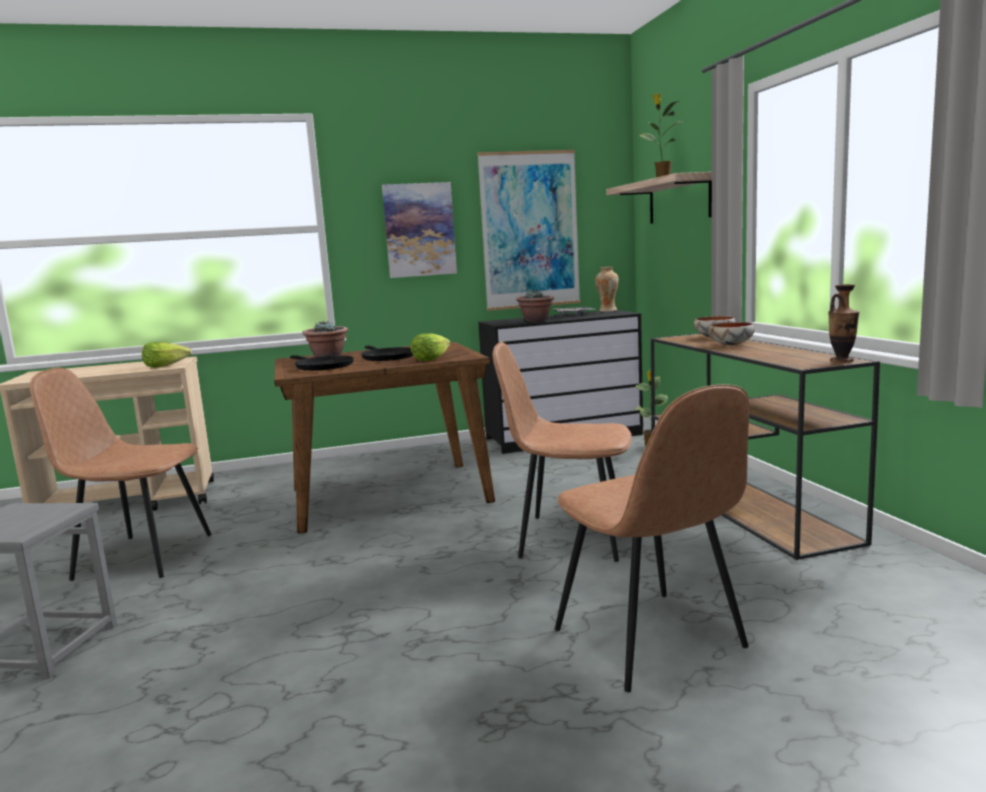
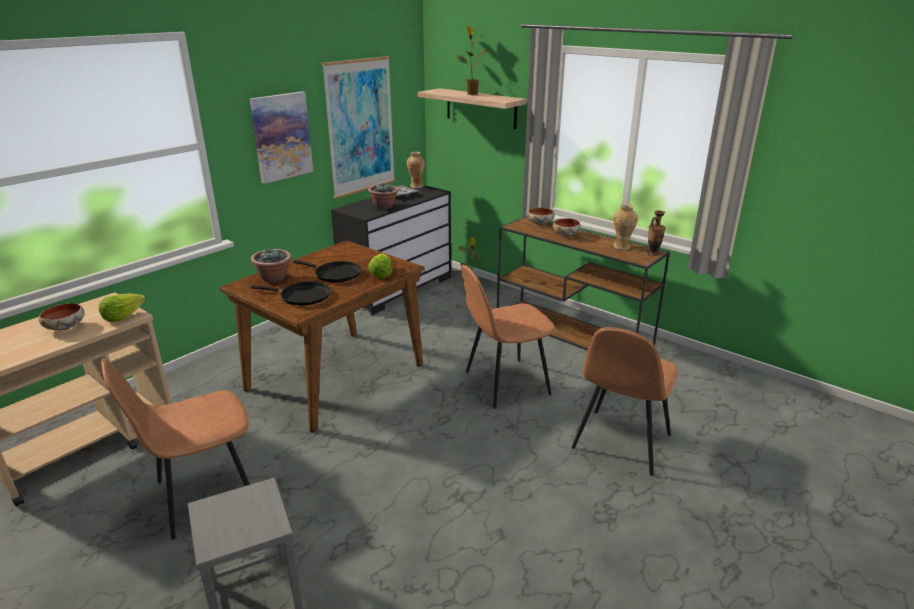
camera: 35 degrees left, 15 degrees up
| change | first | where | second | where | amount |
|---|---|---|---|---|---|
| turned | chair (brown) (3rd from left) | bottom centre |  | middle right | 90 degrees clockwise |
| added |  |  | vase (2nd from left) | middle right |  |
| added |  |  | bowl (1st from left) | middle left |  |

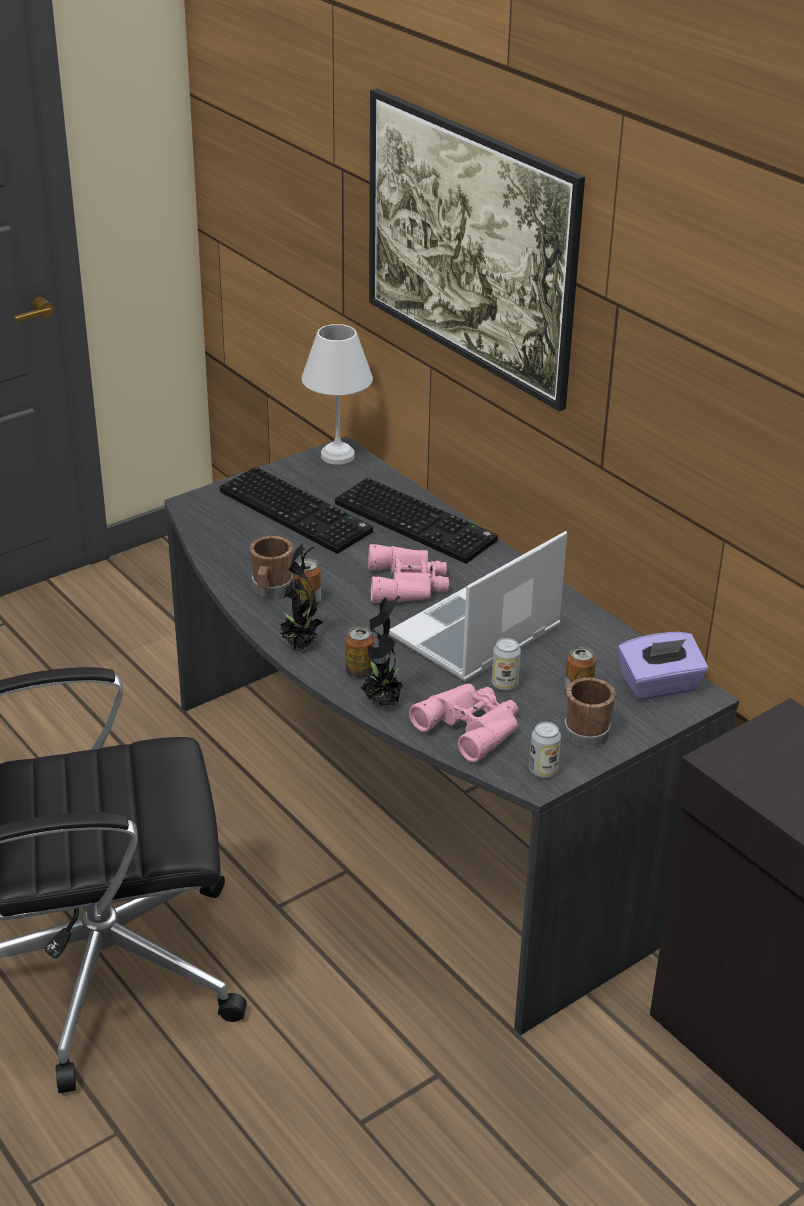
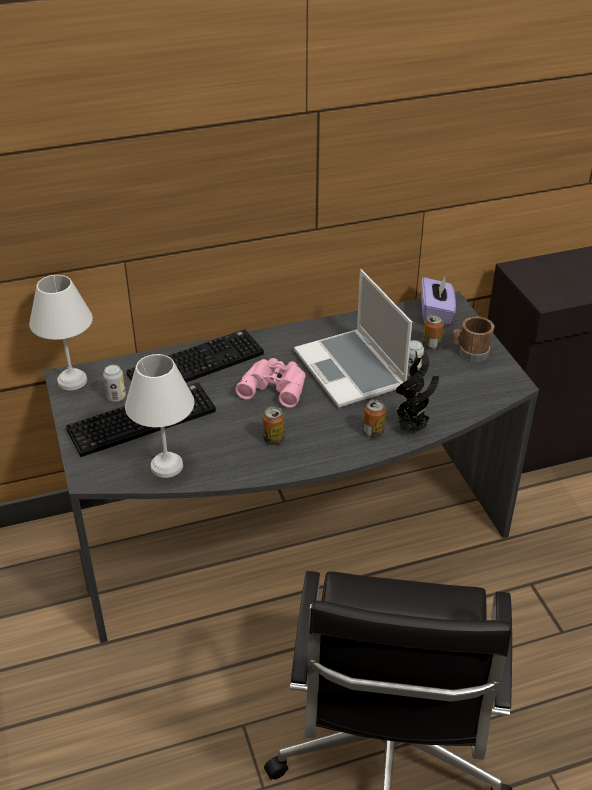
camera: 70 degrees left, 5 degrees up
| change | first | where | second | where | amount |
|---|---|---|---|---|---|
| removed | picture | top centre |  |  |  |
| removed | mug (brown) (1st from left) | centre |  |  |  |
| removed | potted plant (1st from left) | centre |  |  |  |
| removed | binoculars (pink) (2nd from left) | centre |  |  |  |
| moved | can (4th from left in the first image) | middle right | can (1st from left) | middle left |  |
| added |  |  | table lamp (white) (2nd from left) | middle left |  |

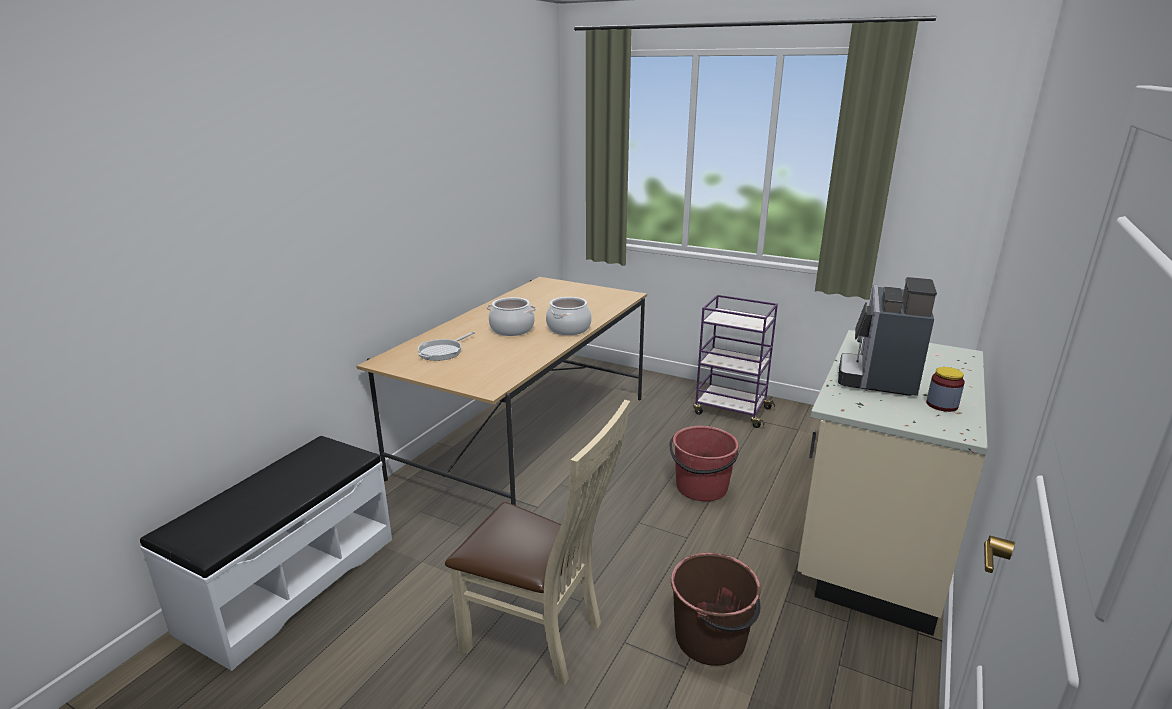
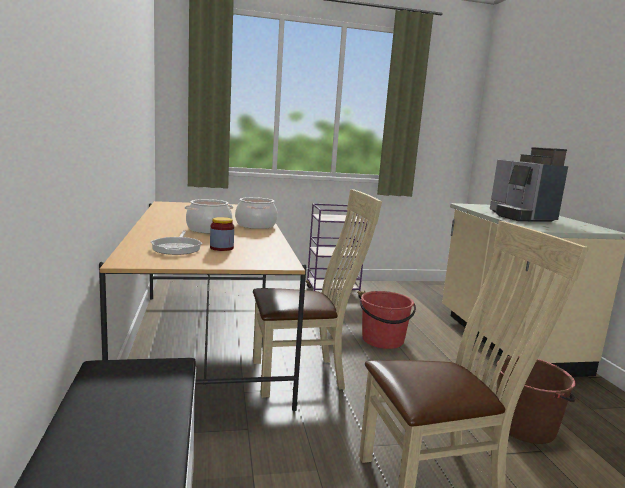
camera: 40 degrees left, 10 degrees down
| change | first | where | second | where | amount |
|---|---|---|---|---|---|
| moved | jar | middle right |  | centre |  |
| added |  |  | chair (beige) (1st from left) | centre |  |

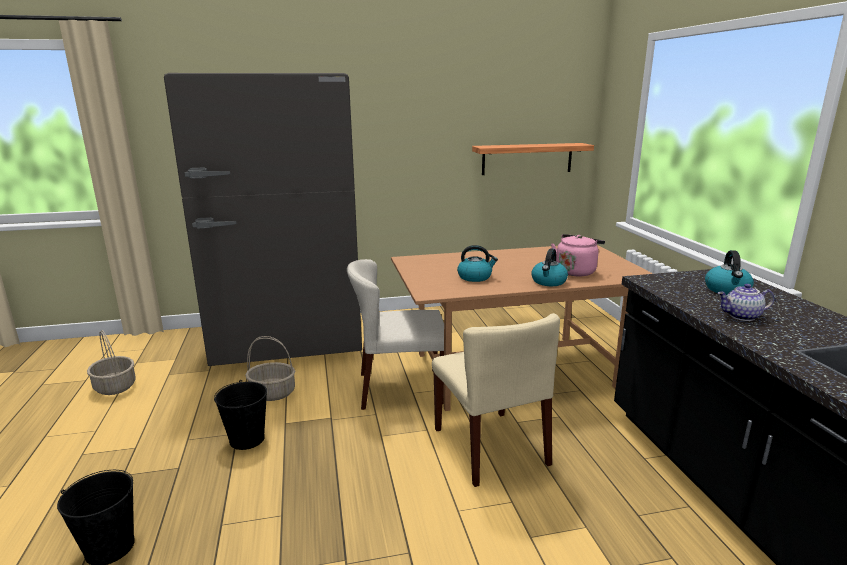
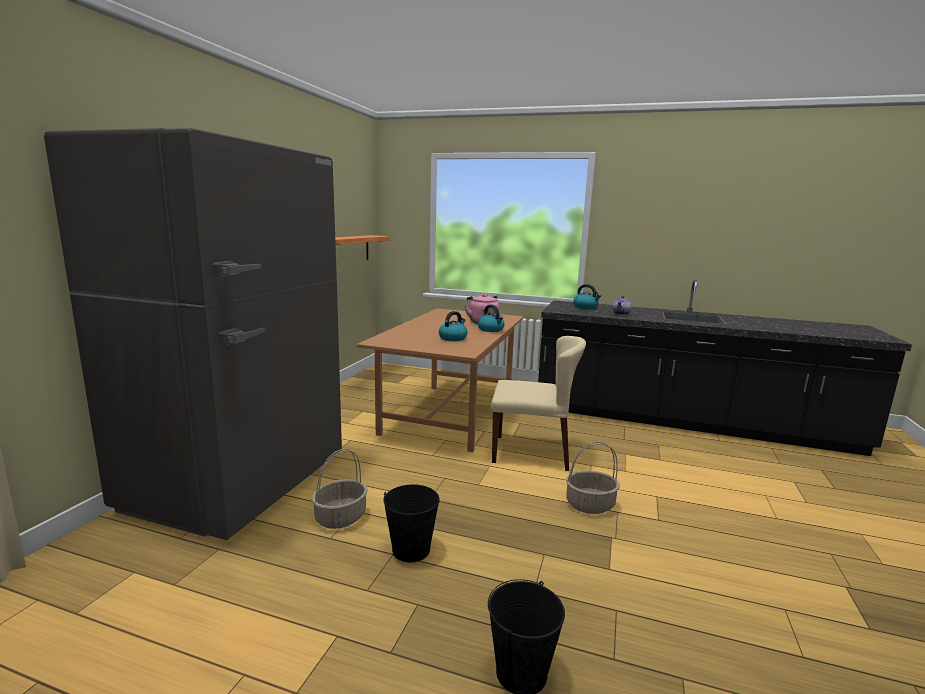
camera: 60 degrees left, 5 degrees down
| change | first | where | second | where | amount |
|---|---|---|---|---|---|
| removed | chair (beige) (1st from left) | centre |  |  |  |
| moved | basket (1st from left in the first image) | middle left | basket (2nd from left) | bottom centre |  |

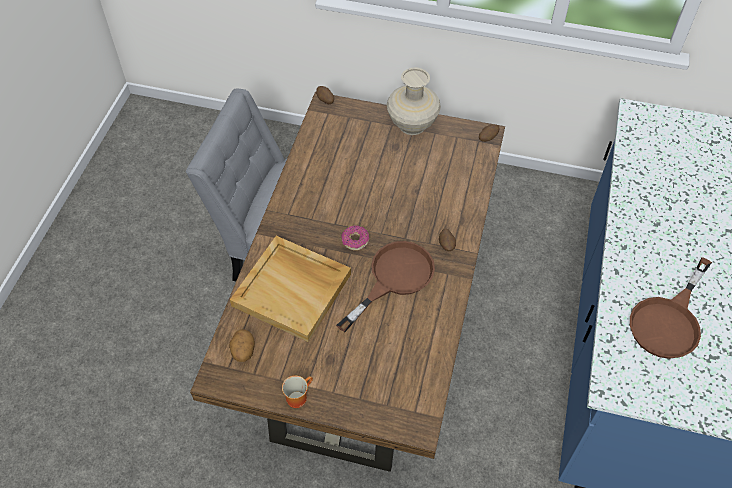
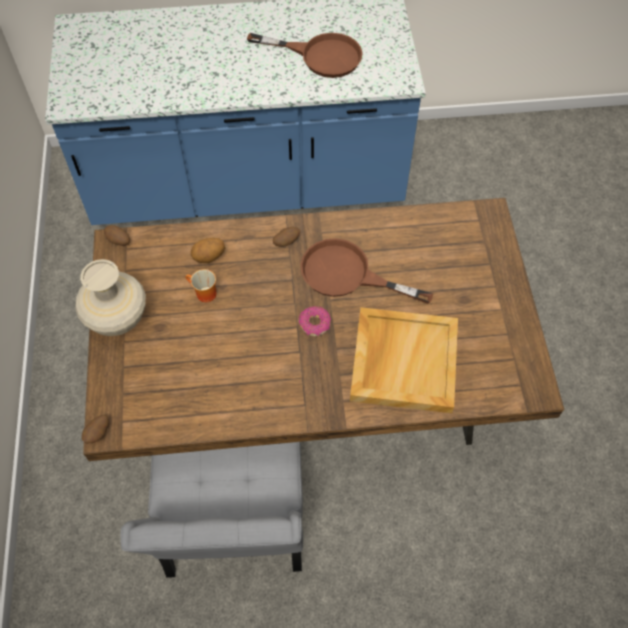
camera: 110 degrees left, 5 degrees up
| change | first | where | second | where | amount |
|---|---|---|---|---|---|
| moved | potato (1st from left in the first image) | bottom left | potato (3rd from left) | middle left |  |
| moved | mug | bottom centre |  | middle left |  |

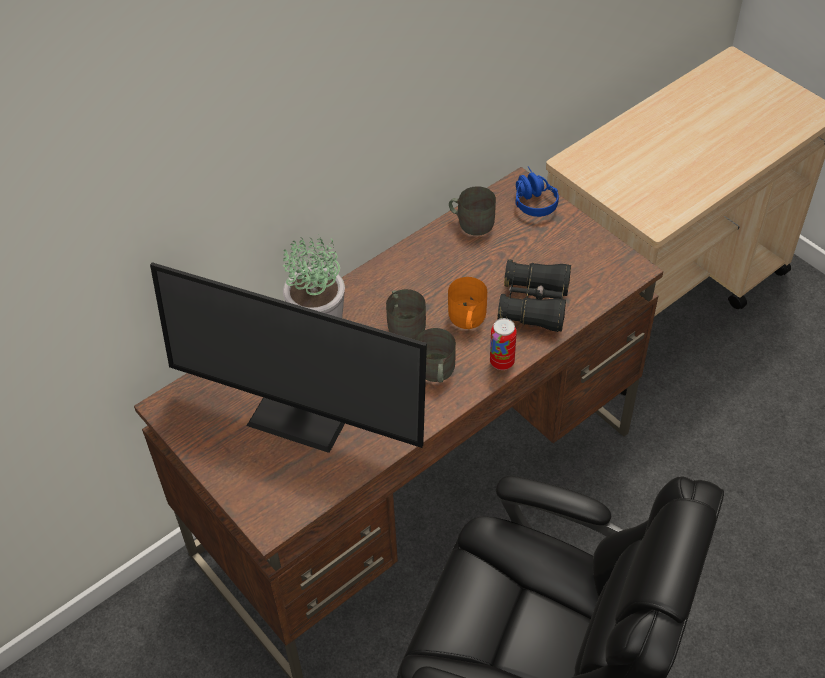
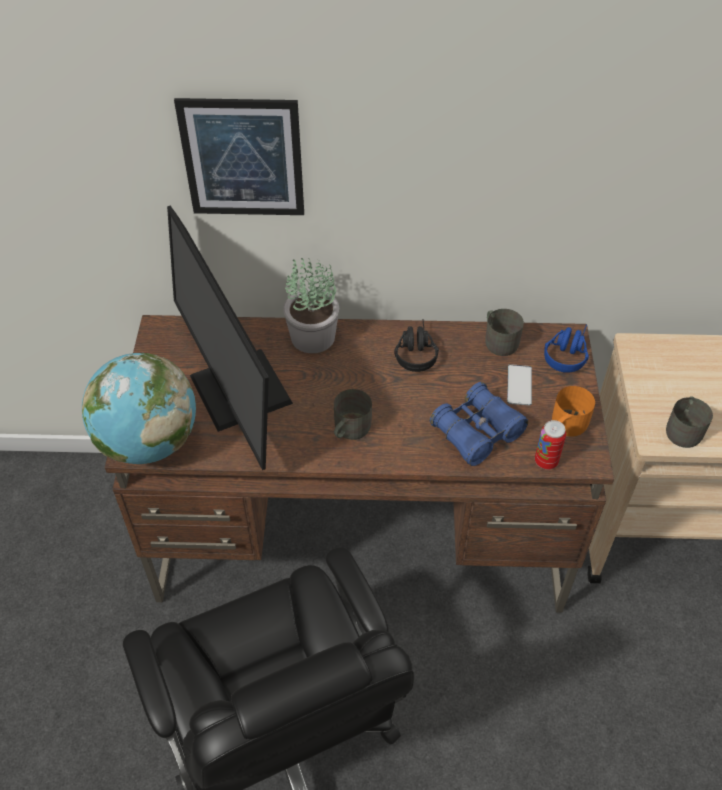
camera: 40 degrees right, 0 degrees up
| change | first | where | second | where | amount |
|---|---|---|---|---|---|
| recoloured | binoculars (black) | centre | binoculars (blue) | centre |  |
| moved | mug (orange) | centre |  | middle right |  |
| moved | mug (grey) (1st from left in the first image) | centre | mug (grey) (3rd from left) | middle right |  |
| moved | can | centre |  | middle right |  |
| added |  |  | picture | top left |  |
| added |  |  | headphones (black) | centre |  |
| added |  |  | globe | middle left |  |
| added |  |  | phone | middle right |  |

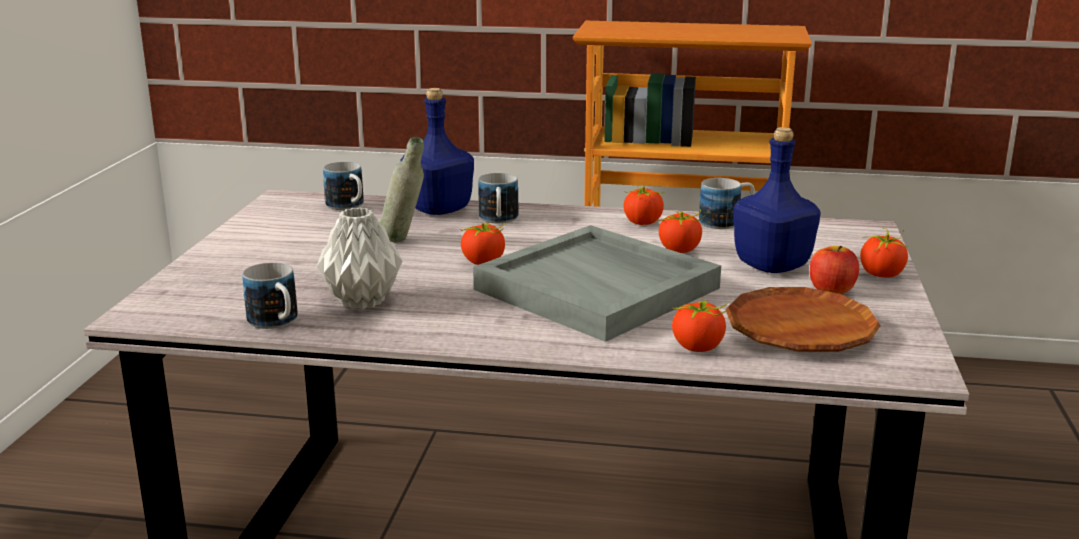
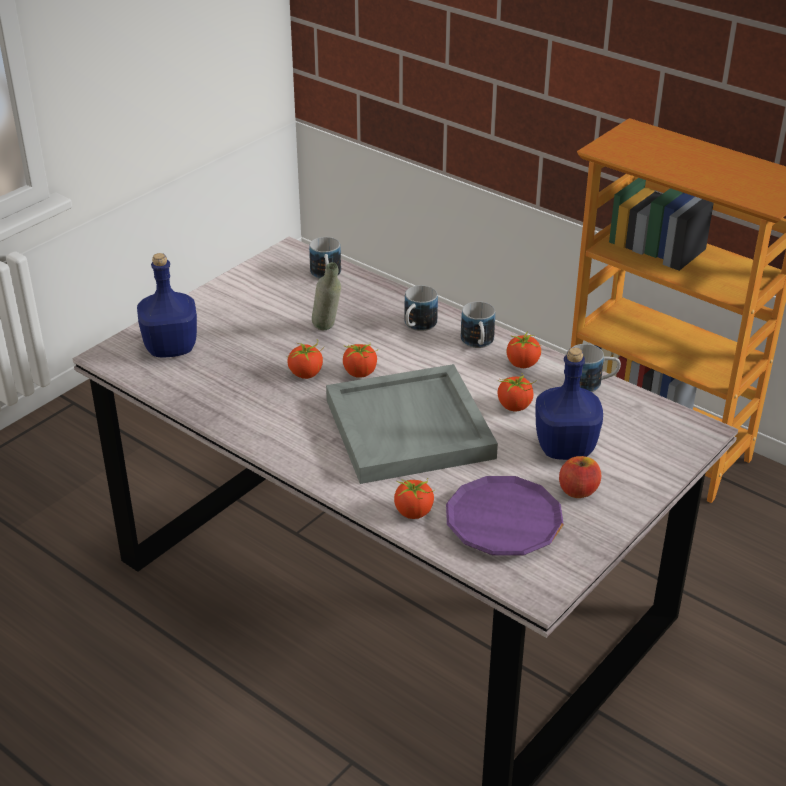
camera: 30 degrees right, 15 degrees up
| change | first | where | second | where | amount |
|---|---|---|---|---|---|
| moved | bottle (blue) (1st from left) | top centre |  | middle left |  |
| removed | vase (grey) | middle left |  |  |  |
| moved | tomato (5th from left in the first image) | middle right | tomato (1st from left) | centre |  |
| moved | mug (1st from left in the first image) | middle left | mug (3rd from left) | centre |  |
| recoloured | plate (brown) | middle right | plate (purple) | centre |  |

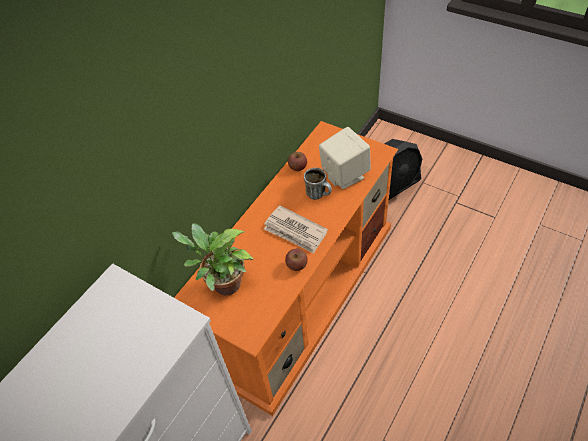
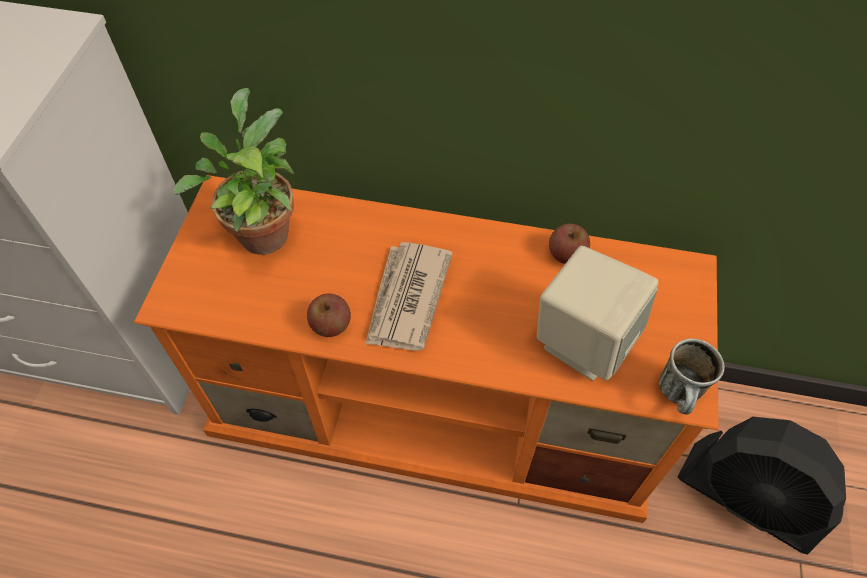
camera: 65 degrees right, 5 degrees up
| change | first | where | second | where | amount |
|---|---|---|---|---|---|
| moved | mug | centre |  | middle right |  |

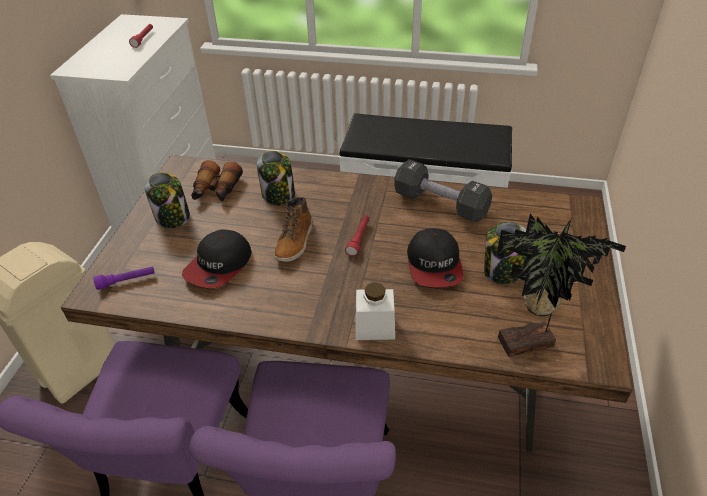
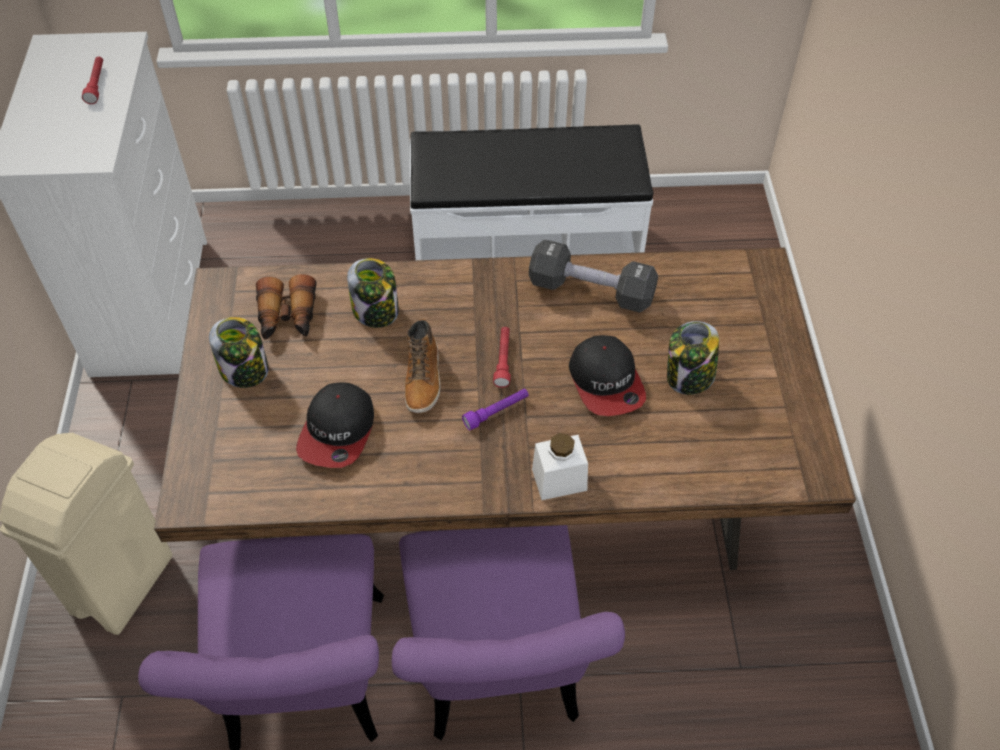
camera: 15 degrees left, 10 degrees up
| change | first | where | second | where | amount |
|---|---|---|---|---|---|
| removed | potted plant | middle right |  |  |  |
| moved | flashlight (purple) | middle left |  | centre |  |

